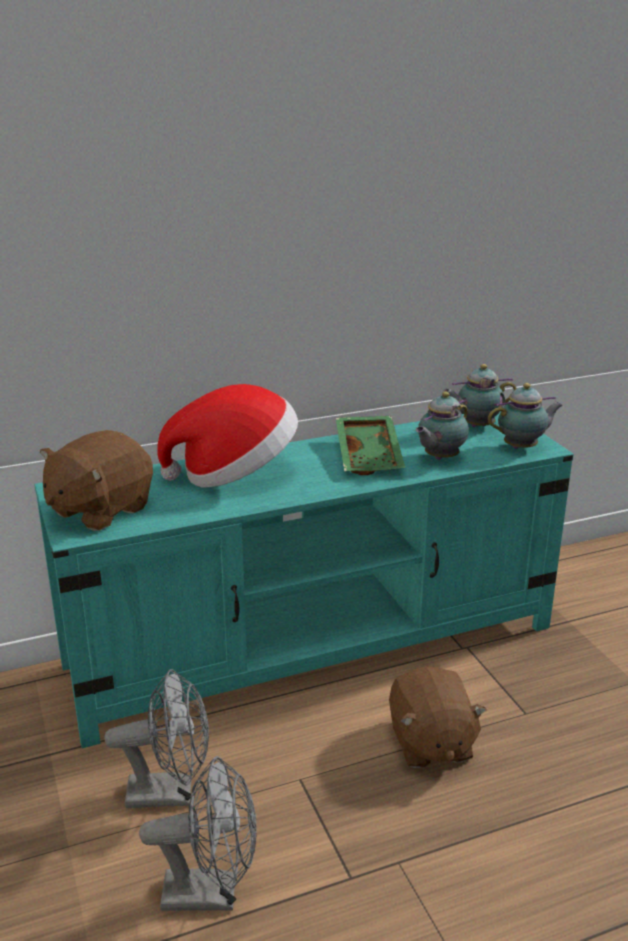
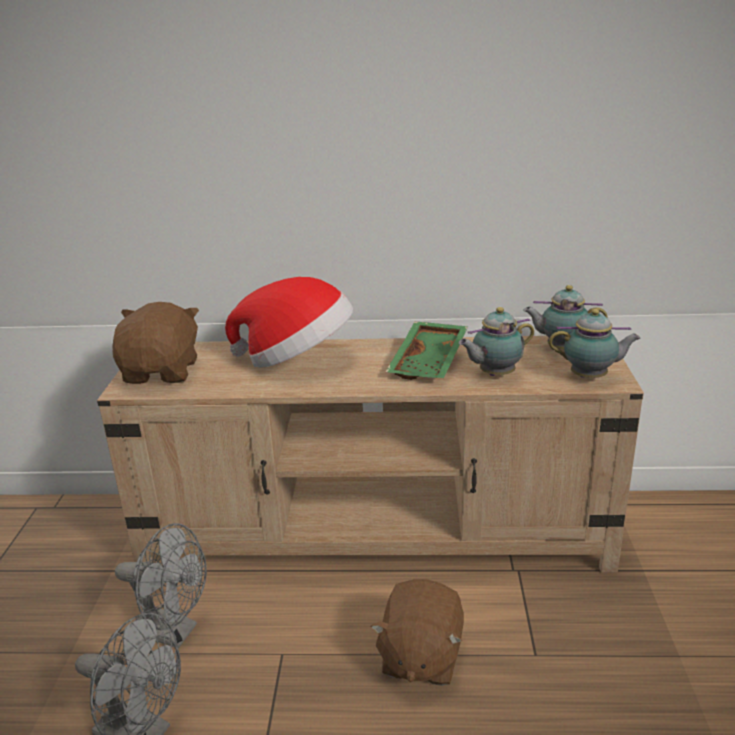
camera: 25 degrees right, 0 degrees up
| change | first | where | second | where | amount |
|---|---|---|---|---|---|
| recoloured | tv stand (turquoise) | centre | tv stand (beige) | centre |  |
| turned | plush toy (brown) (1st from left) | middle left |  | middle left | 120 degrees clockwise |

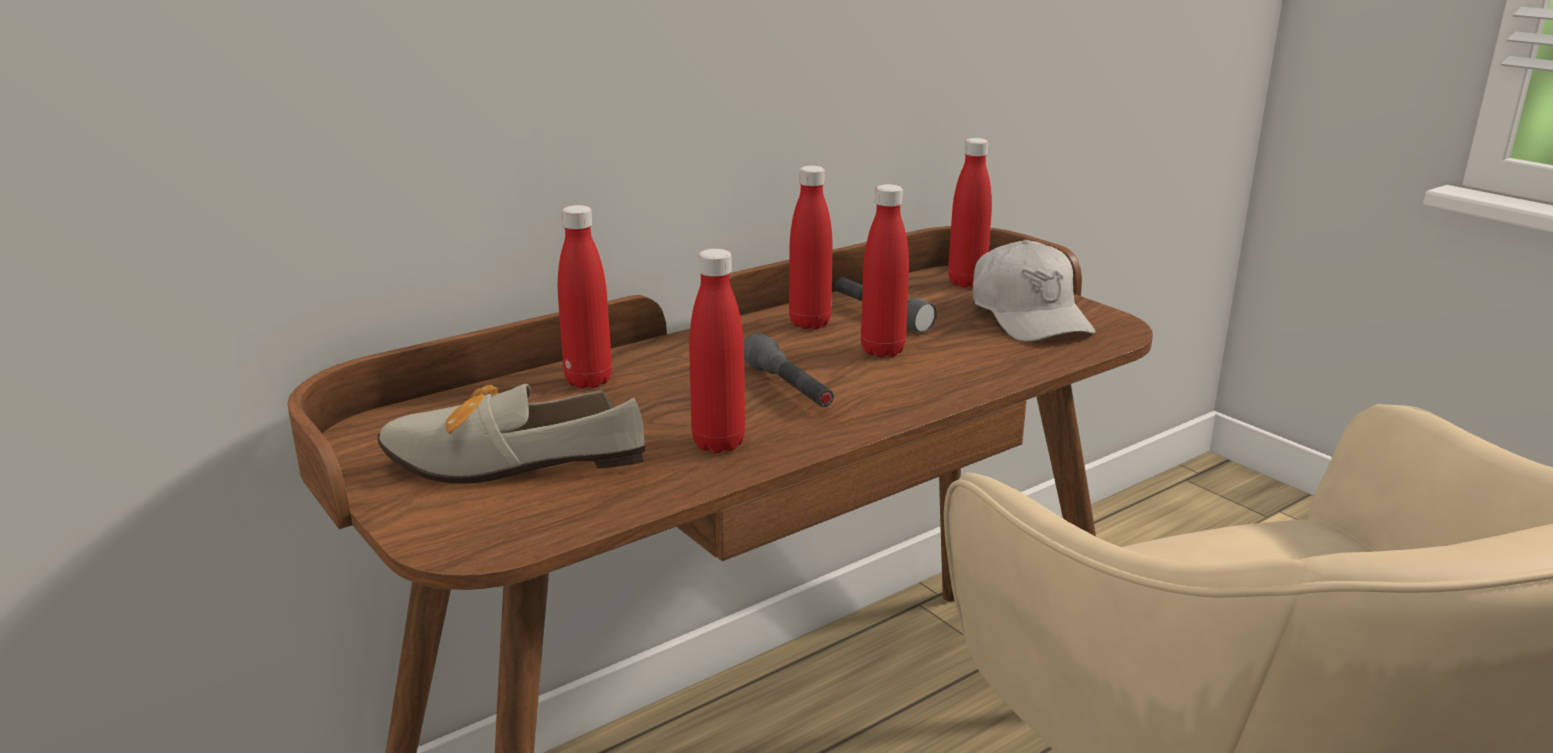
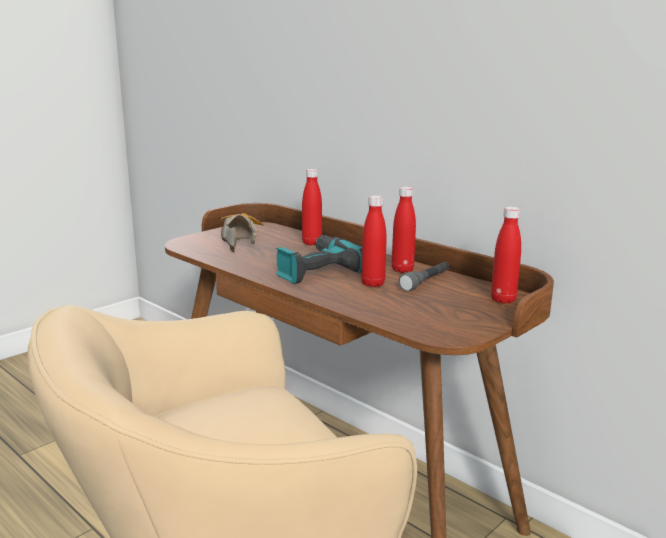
camera: 80 degrees right, 5 degrees down
| change | first | where | second | where | amount |
|---|---|---|---|---|---|
| removed | cap (white) | centre |  |  |  |
| removed | bottle (red) (2nd from left) | centre |  |  |  |
| replaced | flashlight (grey) (1st from left) | centre | power drill | centre |  |

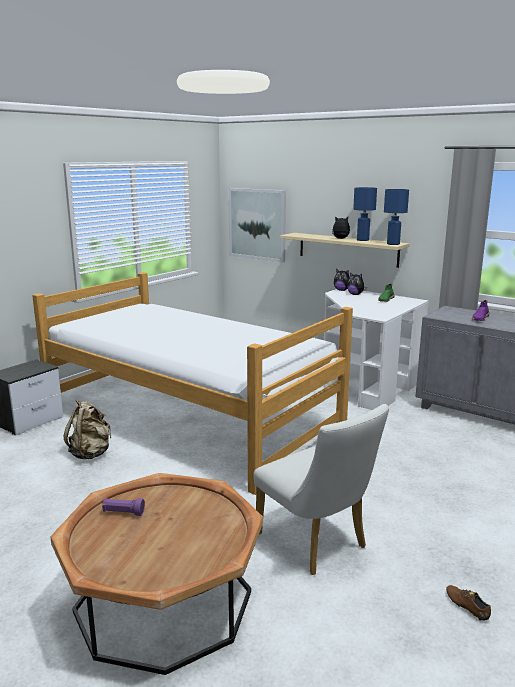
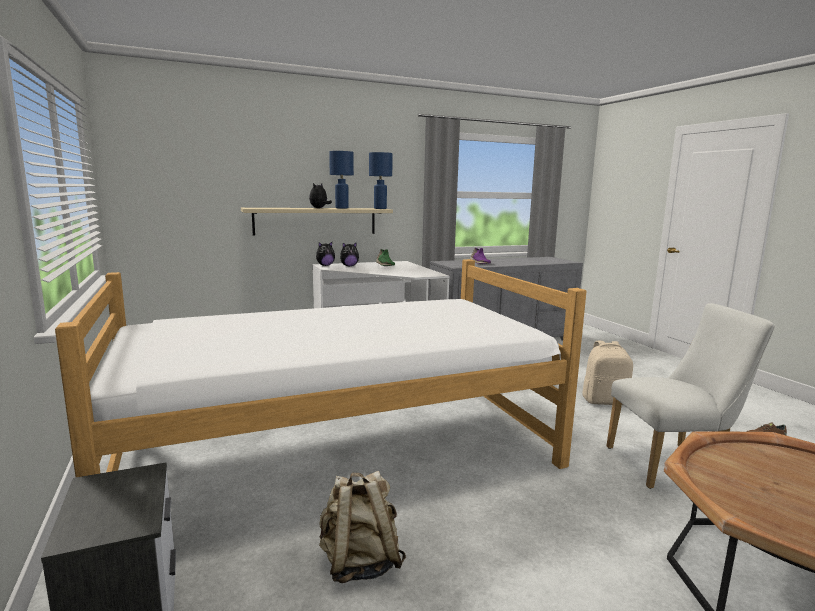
camera: 60 degrees left, 5 degrees down
| change | first | where | second | where | amount |
|---|---|---|---|---|---|
| removed | picture | top centre |  |  |  |
| removed | flashlight (purple) | bottom left |  |  |  |
| added |  |  | backpack (beige) (2nd from left) | middle right |  |

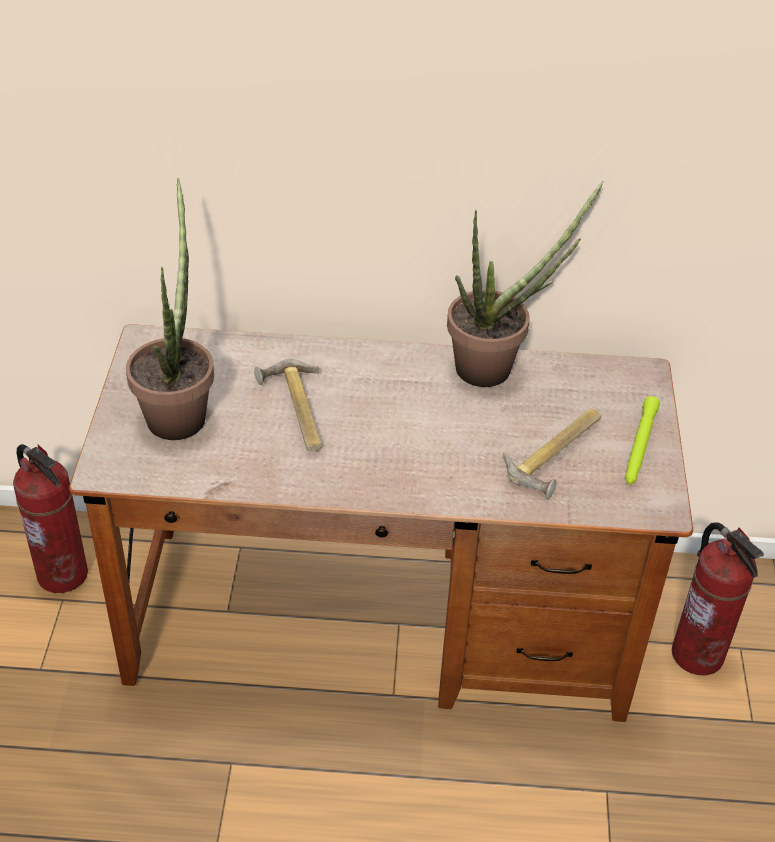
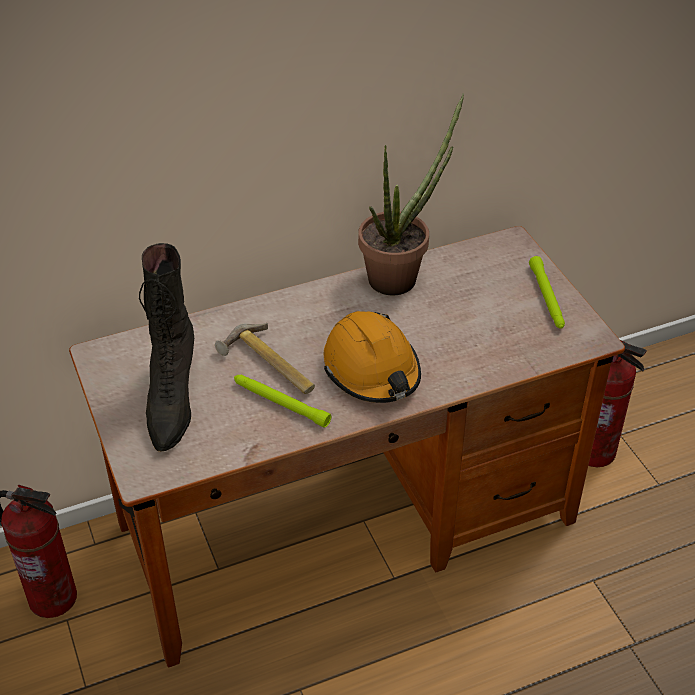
camera: 25 degrees left, 0 degrees up
| change | first | where | second | where | amount |
|---|---|---|---|---|---|
| replaced | potted plant (1st from left) | middle left | boot (black) | middle left |  |
| removed | hammer (2nd from left) | middle right |  |  |  |
| added |  |  | hard hat (orange) | centre |  |
| added |  |  | flashlight (green) (1st from left) | centre |  |

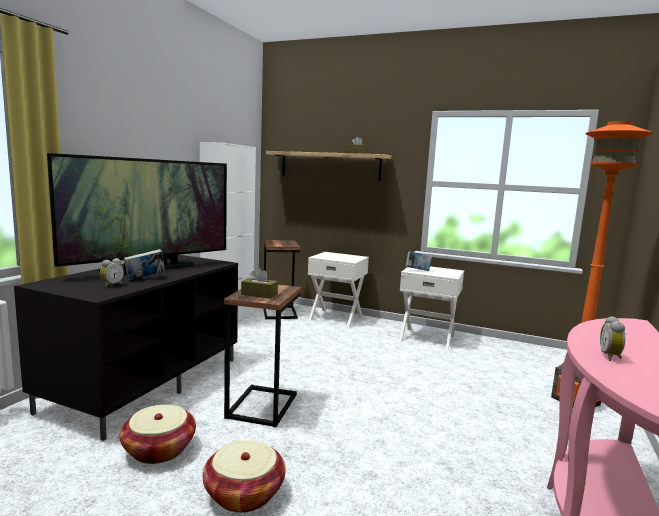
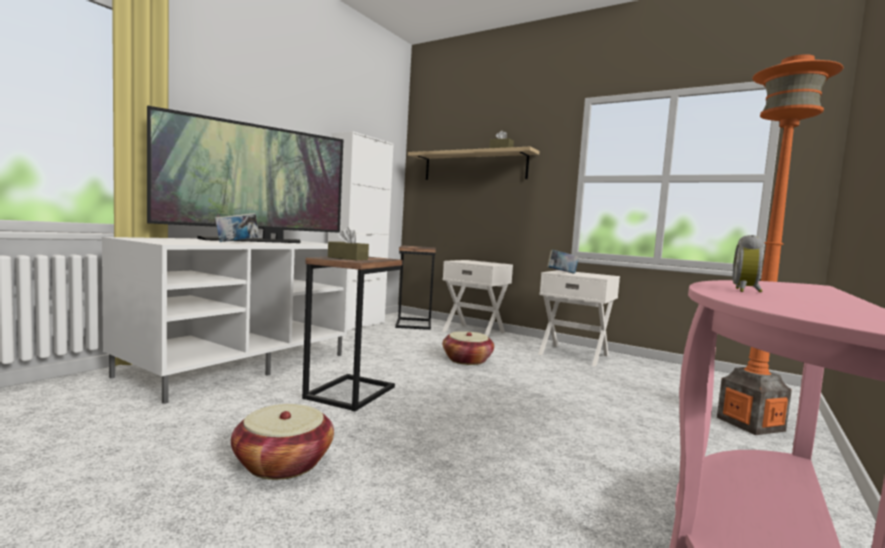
camera: 10 degrees right, 5 degrees down
| change | first | where | second | where | amount |
|---|---|---|---|---|---|
| recoloured | tv stand (black) | bottom left | tv stand (white) | middle left |  |
| removed | alarm clock (1st from left) | middle left |  |  |  |
| moved | basket (1st from left in the first image) | bottom left | basket (2nd from left) | centre |  |

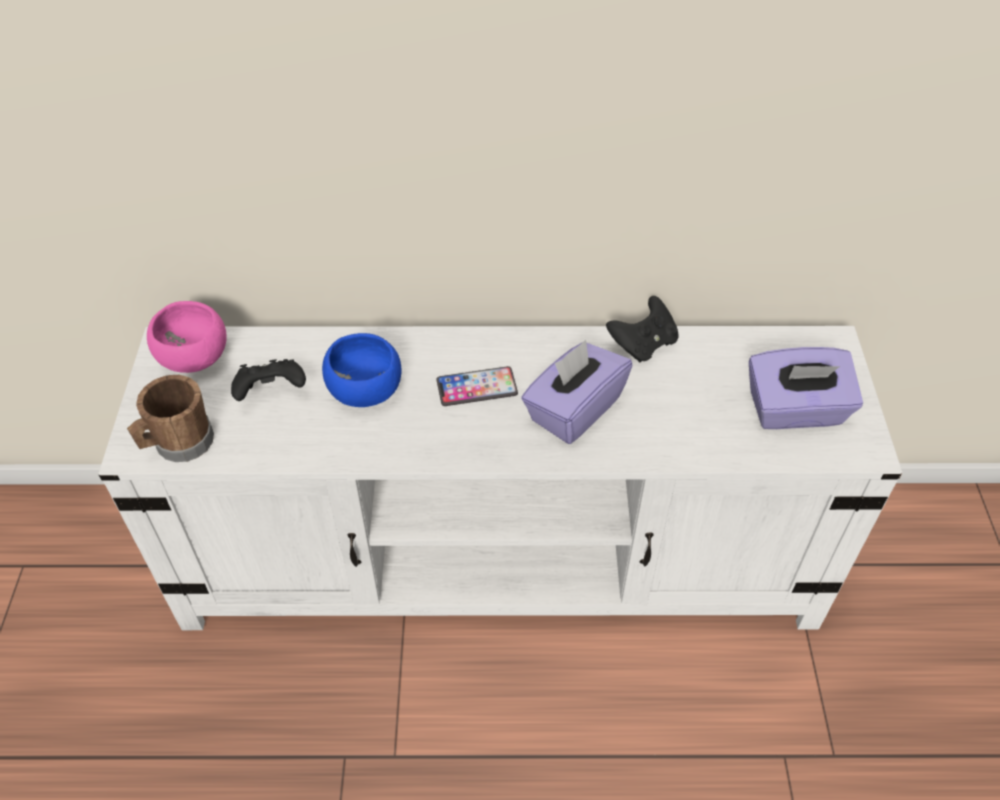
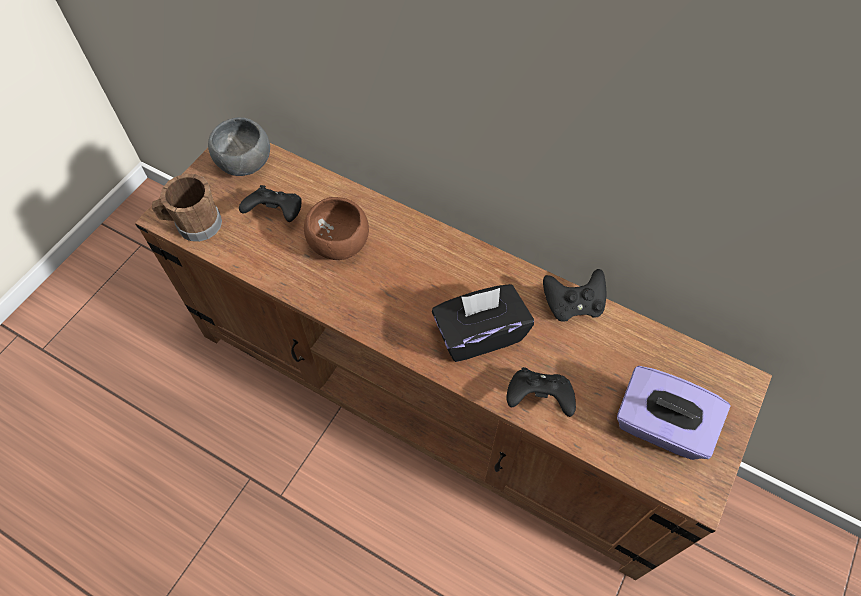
camera: 30 degrees right, 10 degrees up
| change | first | where | second | where | amount |
|---|---|---|---|---|---|
| recoloured | bowl (pink) | middle left | bowl (grey) | top left |  |
| recoloured | tv stand (white) | centre | tv stand (brown) | centre |  |
| recoloured | bowl (blue) | centre | bowl (brown) | centre |  |
| recoloured | tissue box (purple) (1st from left) | centre | tissue box (black) | centre |  |
| removed | phone | centre |  |  |  |
| added |  |  | game controller (black) (2nd from left) | centre |  |

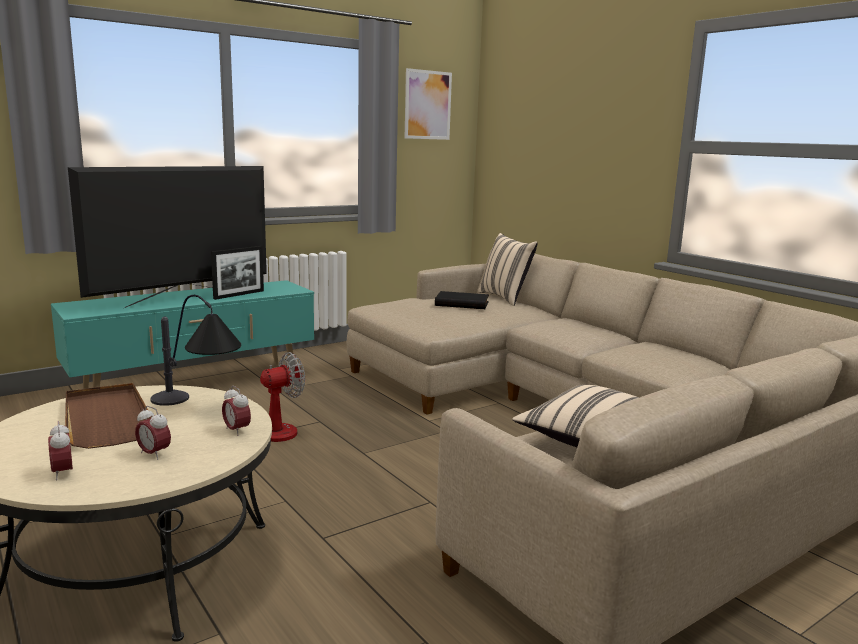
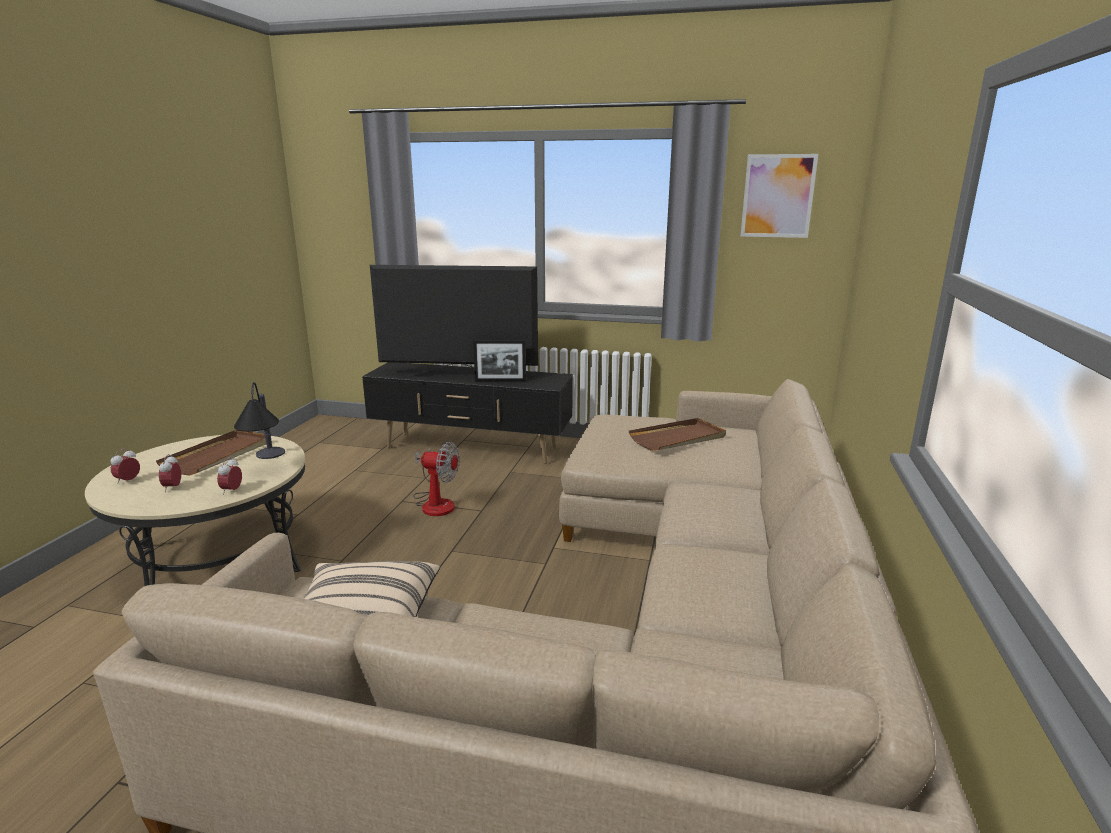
camera: 50 degrees right, 5 degrees up
| change | first | where | second | where | amount |
|---|---|---|---|---|---|
| removed | pillow (beige) (1st from left) | centre |  |  |  |
| recoloured | tv stand (turquoise) | middle left | tv stand (black) | centre |  |
| replaced | book (black) | centre | tray (brown) (2nd from left) | centre |  |

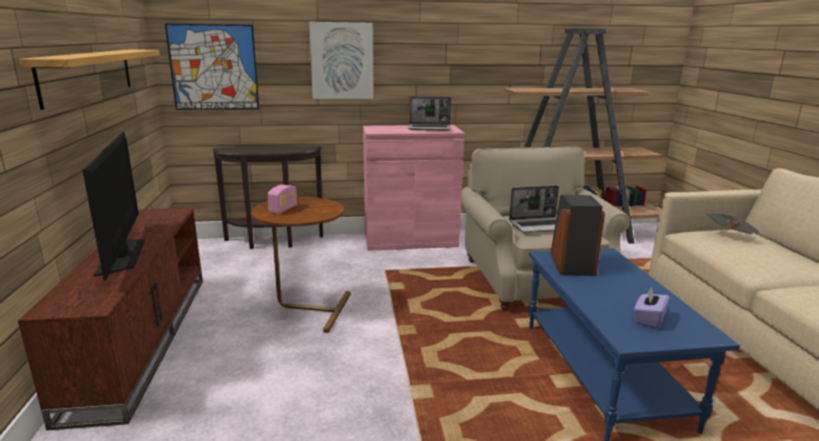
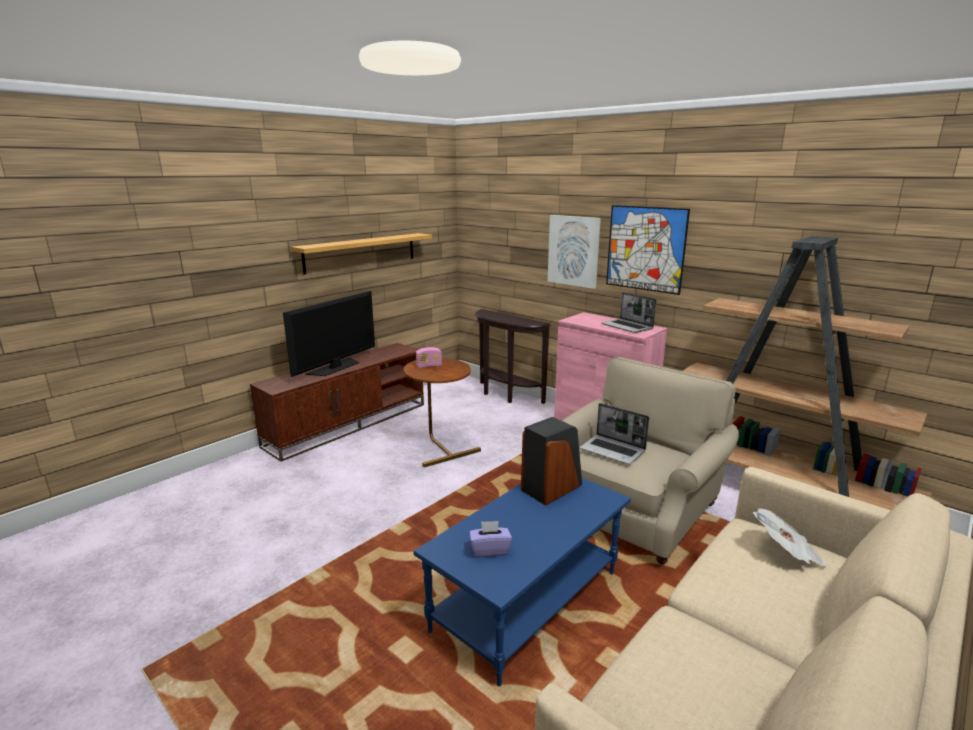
camera: 50 degrees right, 0 degrees up
| change | first | where | second | where | amount |
|---|---|---|---|---|---|
| moved | picture (1st from left in the first image) | top left | picture (2nd from left) | centre |  |

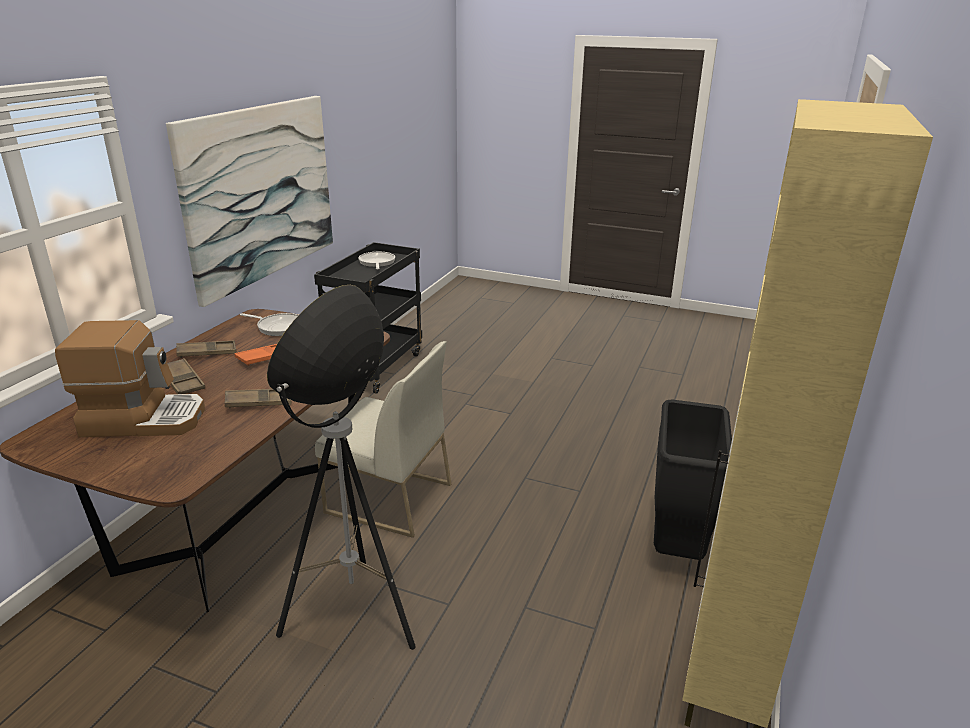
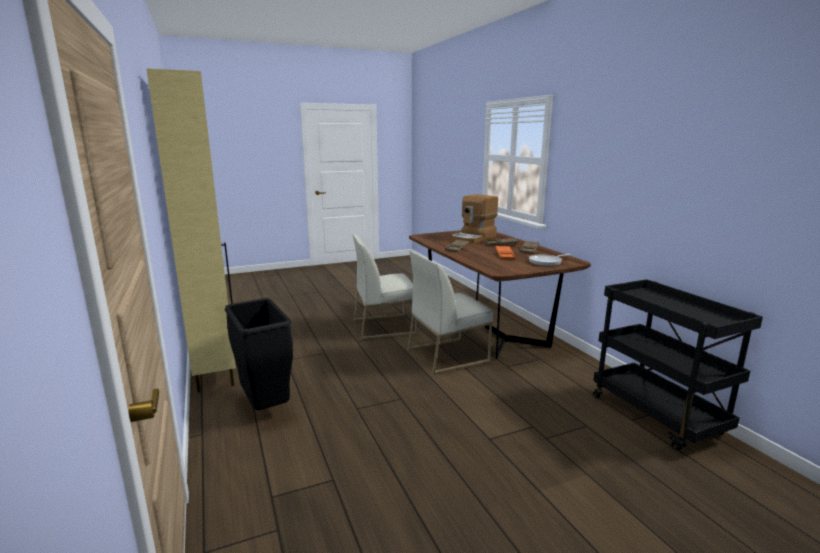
camera: 135 degrees right, 10 degrees down
| change | first | where | second | where | amount |
|---|---|---|---|---|---|
| removed | picture | top left |  |  |  |
| removed | frying pan (2nd from left) | centre |  |  |  |
| replaced | floor lamp | centre | chair (white) (1st from left) | centre |  |

